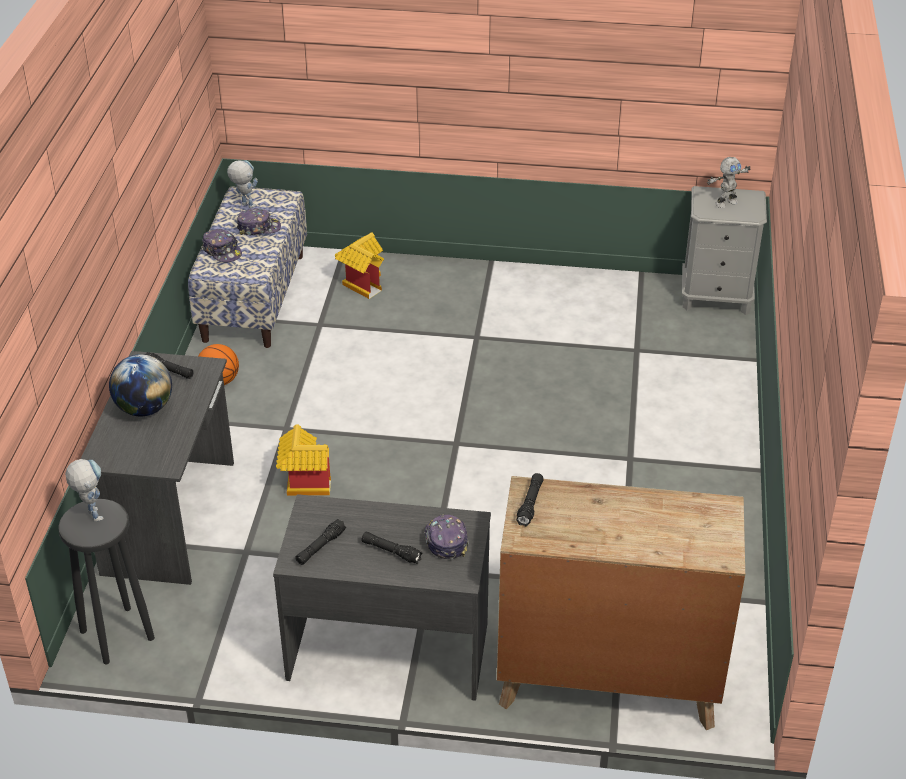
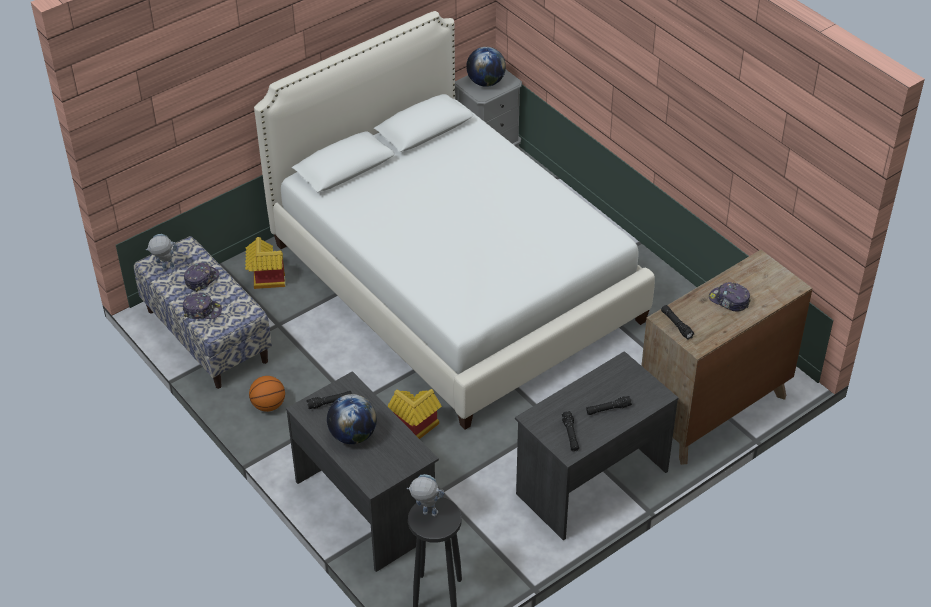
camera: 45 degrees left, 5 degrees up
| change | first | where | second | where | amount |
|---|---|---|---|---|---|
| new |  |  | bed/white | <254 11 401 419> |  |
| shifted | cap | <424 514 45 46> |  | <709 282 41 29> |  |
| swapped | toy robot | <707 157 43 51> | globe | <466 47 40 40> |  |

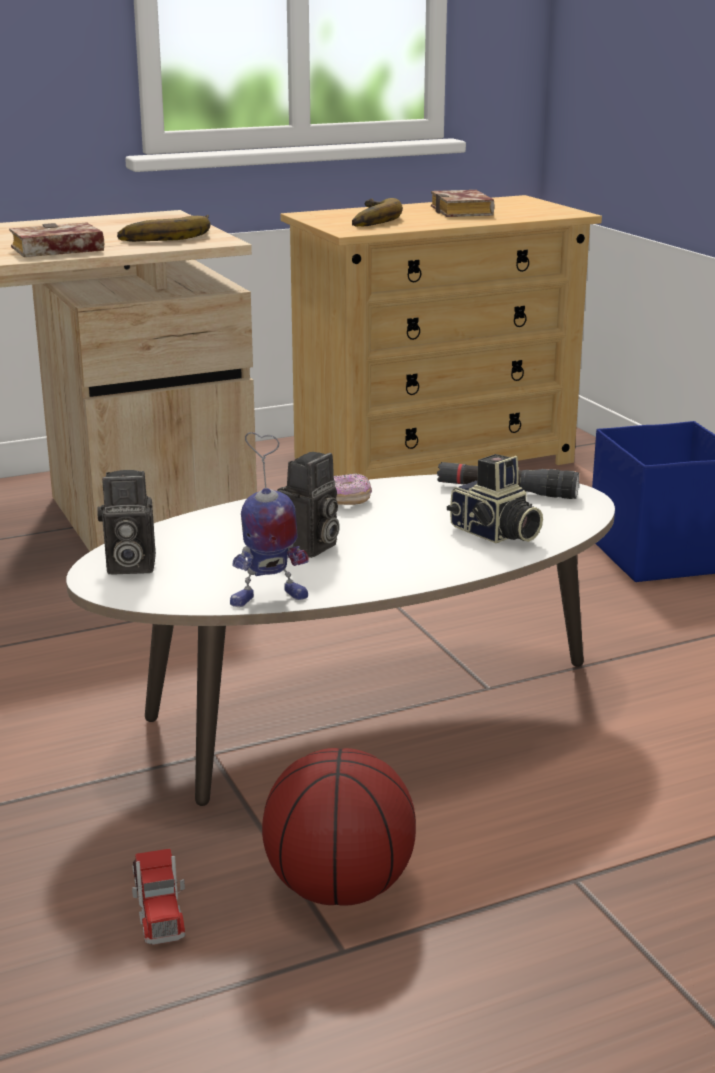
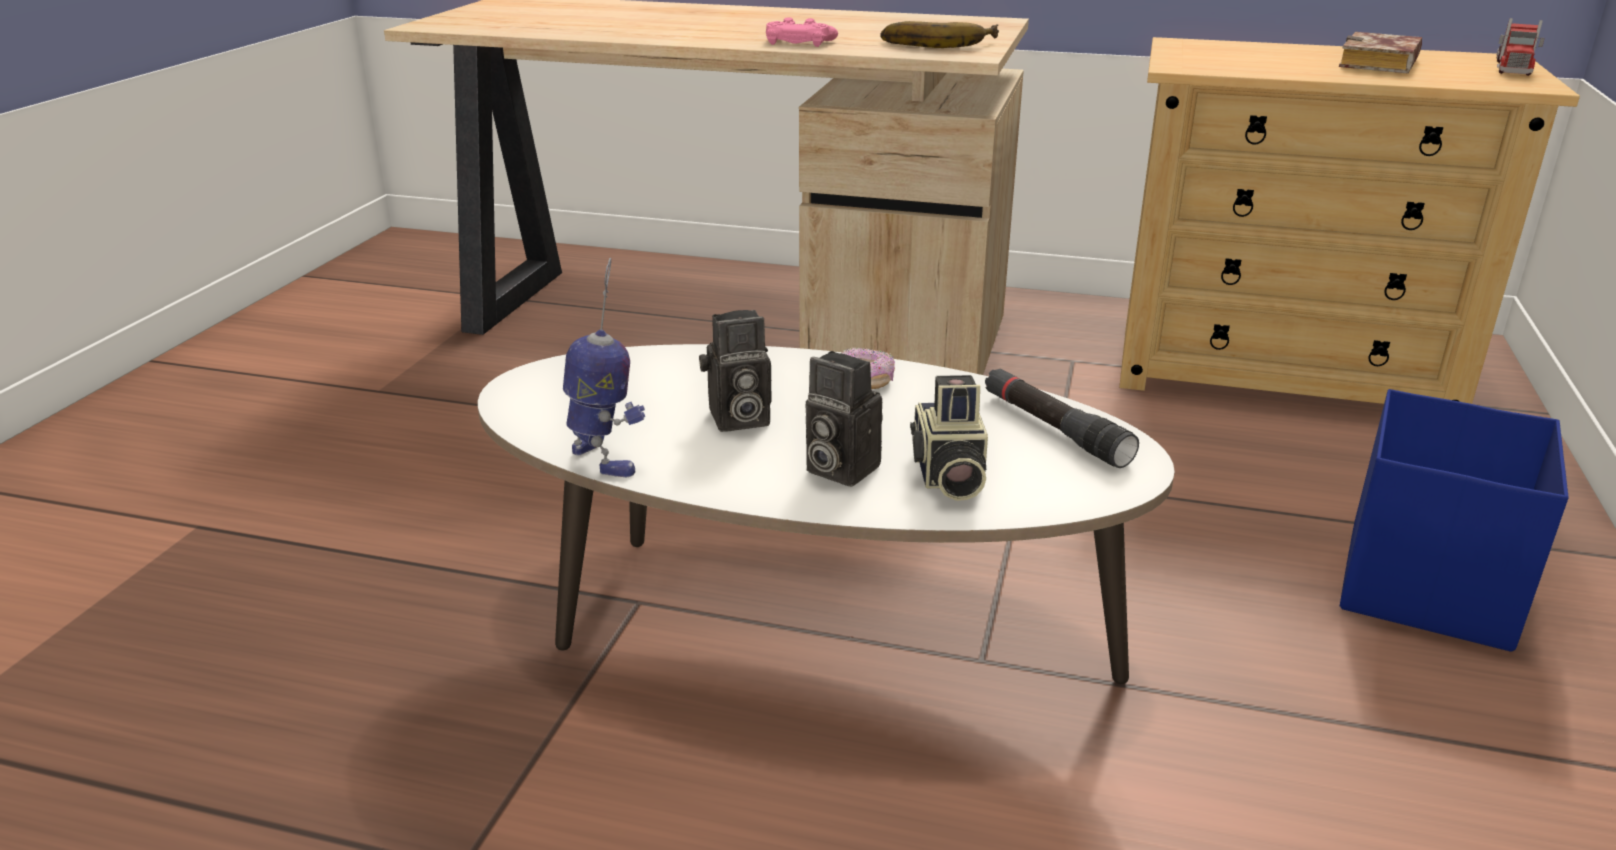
camera: 40 degrees right, 5 degrees up
| change | first | where | second | where | amount |
|---|---|---|---|---|---|
| gone | basketball | <262 748 154 158> |  |  |  |
| gone | banana | <352 198 51 28> |  |  |  |
| shifted | photo camera | <97 470 59 105> |  | <806 351 77 136> |  |
| shifted | toy truck | <132 849 53 96> |  | <1497 18 48 58> |  |
| swapped | book | <9 223 95 34> | game controller/pink | <766 17 72 30> |  |
| rotated | toy robot | <230 432 79 175> |  | <563 258 82 219> | 150 degrees counterclockwise |

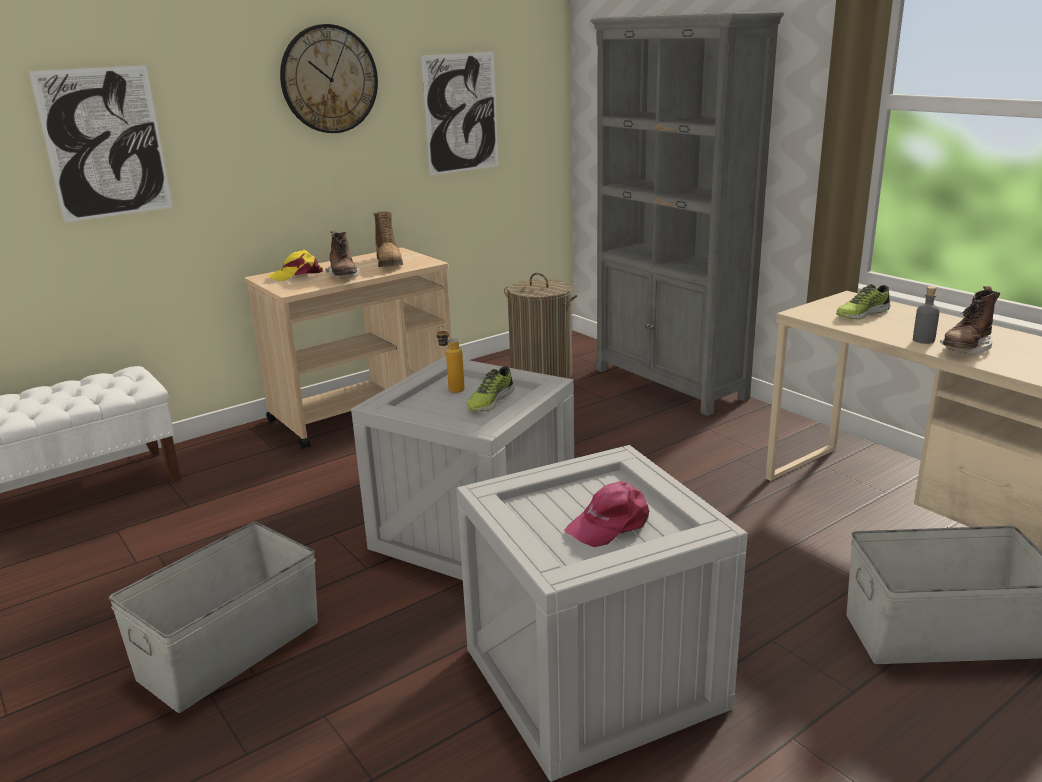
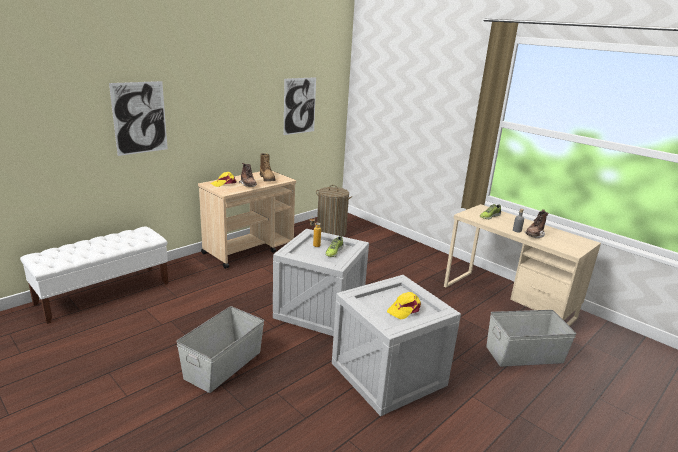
camera: 10 degrees left, 0 degrees up
| change | first | where | second | where | amount |
|---|---|---|---|---|---|
| gone | wall clock | <280 24 98 109> |  |  |  |
| gone | bookcase/grey | <591 11 193 405> |  |  |  |
| repainted | cap/pink | <564 481 85 66> | cap/yellow | <387 292 34 27> |  |

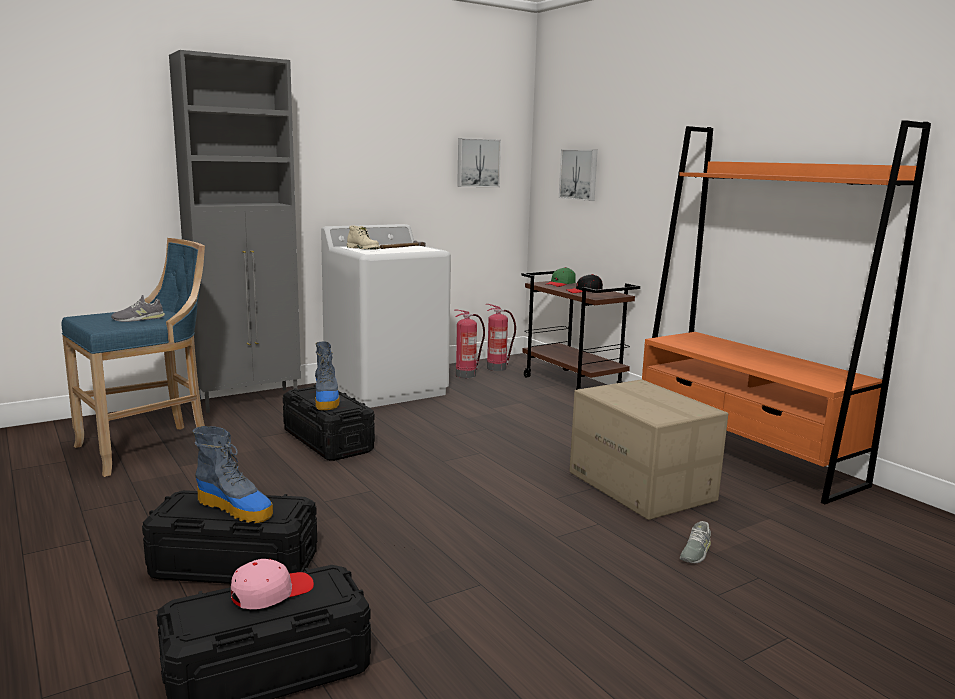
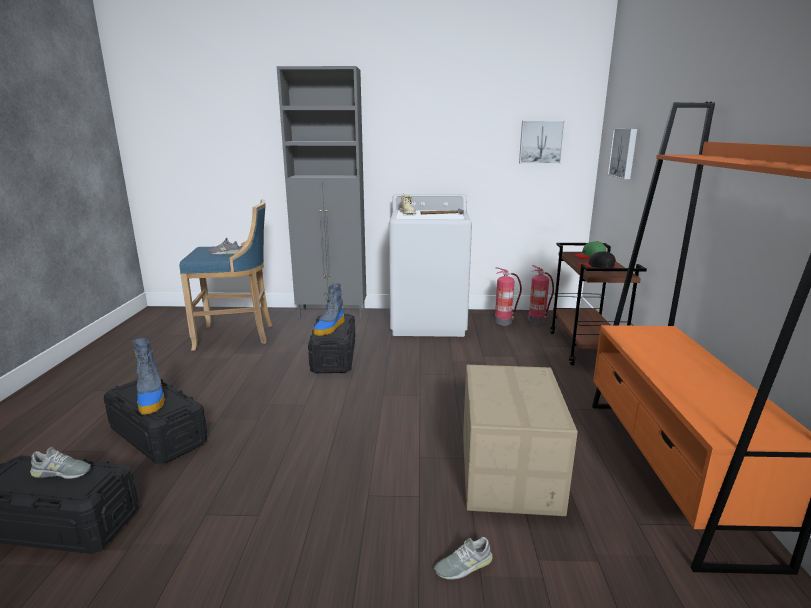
camera: 35 degrees right, 5 degrees up
| change | first | where | second | where | amount |
|---|---|---|---|---|---|
| swapped | cap/pink | <231 559 83 50> | shoe/grey | <30 447 61 32> |  |

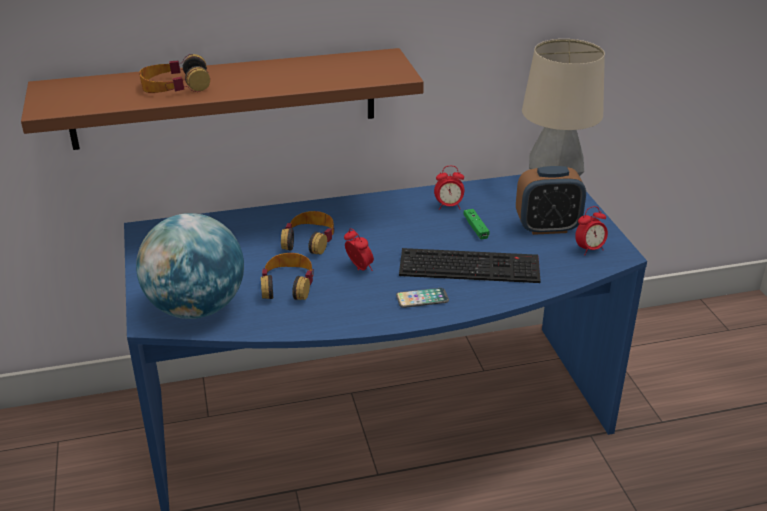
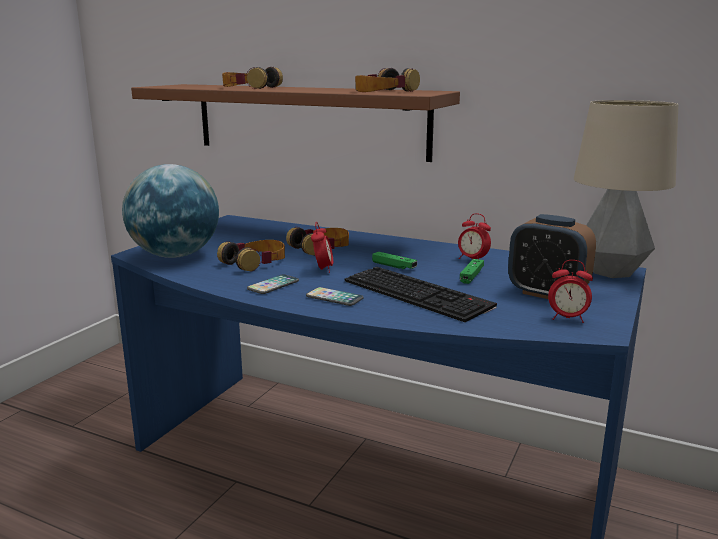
camera: 40 degrees right, 15 degrees down
| change | first | where | second | where | amount |
|---|---|---|---|---|---|
| new |  |  | phone | <247 274 52 20> |  |
| new |  |  | headphones | <355 68 65 24> |  |
| new |  |  | game controller/green | <372 252 45 17> |  |

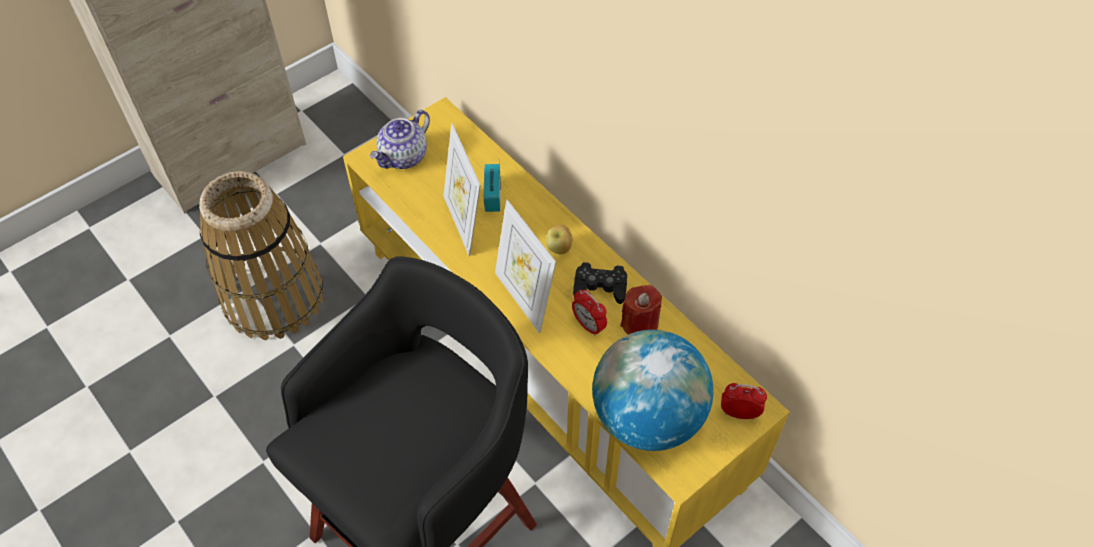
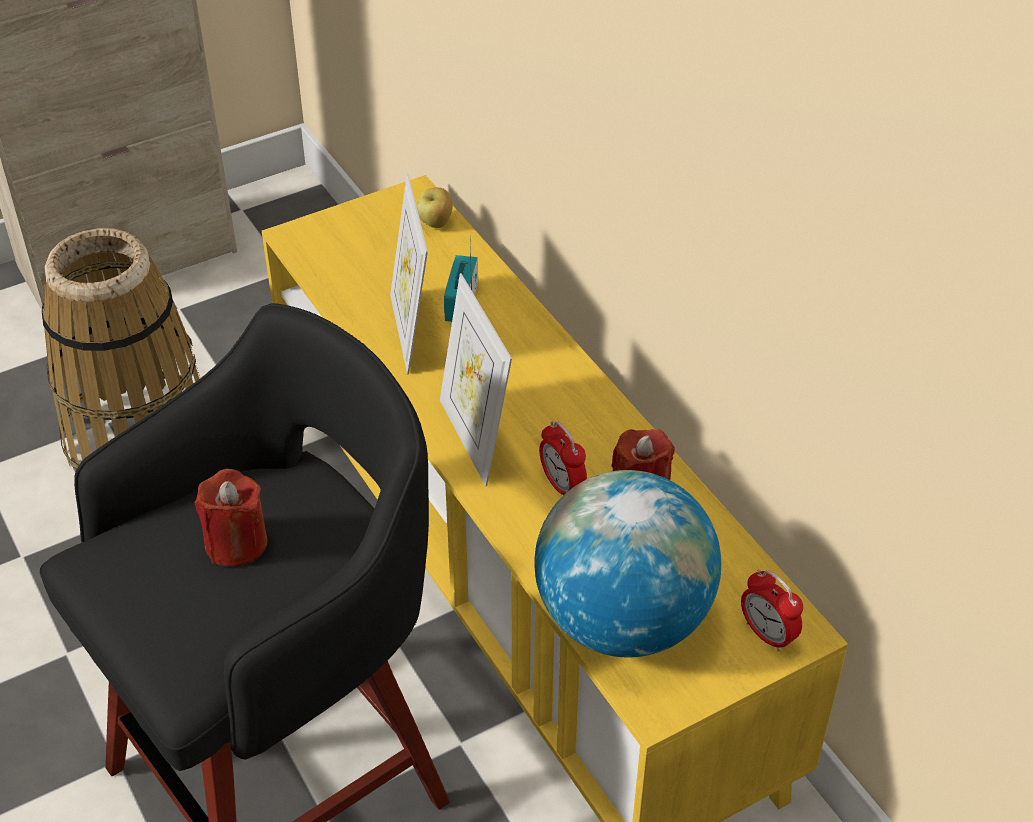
camera: 10 degrees right, 10 degrees down
| change | first | where | second | where | amount |
|---|---|---|---|---|---|
| gone | teapot | <370 110 60 59> |  |  |  |
| gone | game controller/black | <573 262 54 42> |  |  |  |
| new |  |  | candle/red | <195 469 73 98> |  |
| shifted | apple | <546 225 27 29> |  | <417 187 35 41> |  |
| rotated | alarm clock | <721 383 46 37> |  | <741 570 62 82> | 150 degrees counterclockwise |

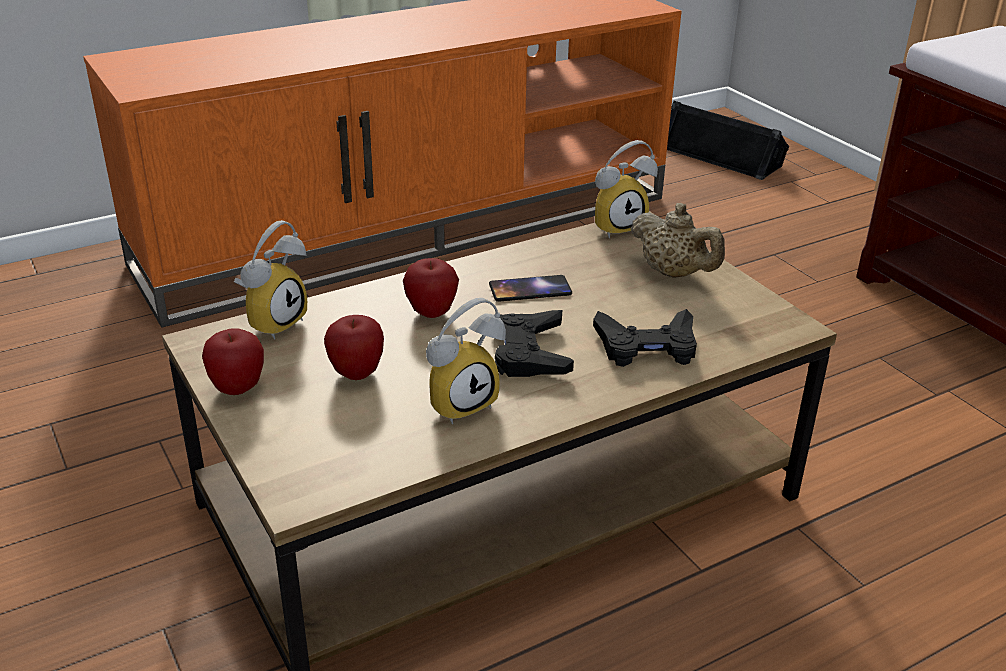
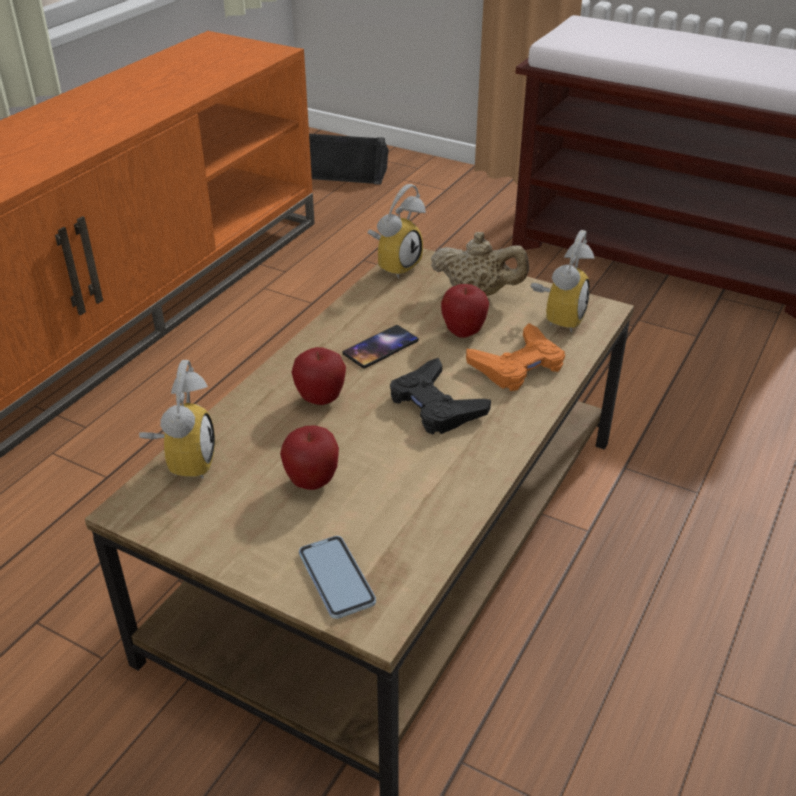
camera: 30 degrees left, 5 degrees up
| change | first | where | second | where | amount |
|---|---|---|---|---|---|
| new |  |  | phone | <299 536 77 83> |  |
| shifted | apple | <202 328 62 67> |  | <441 284 48 54> |  |
| shifted | alarm clock | <426 298 80 126> |  | <530 230 65 103> |  |
| repainted | game controller/black | <593 309 104 58> | game controller/orange | <466 323 99 68> |  |

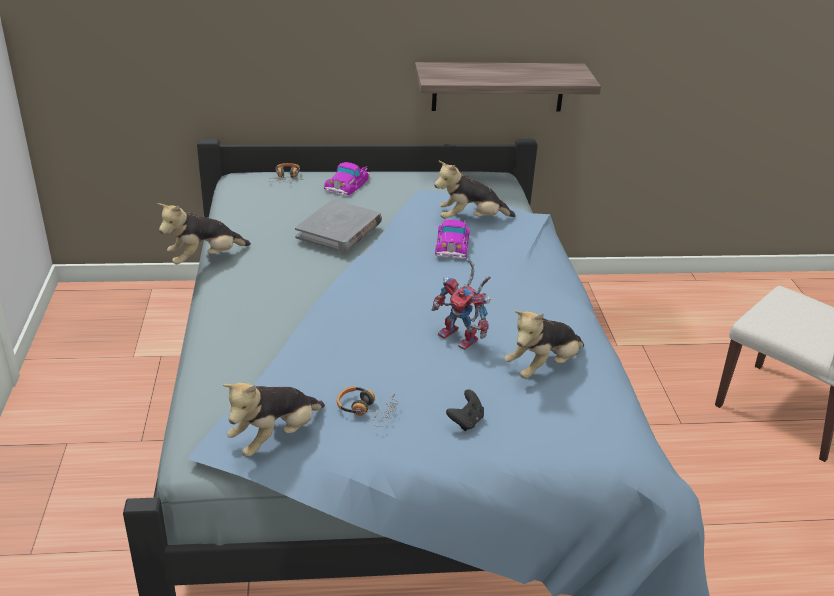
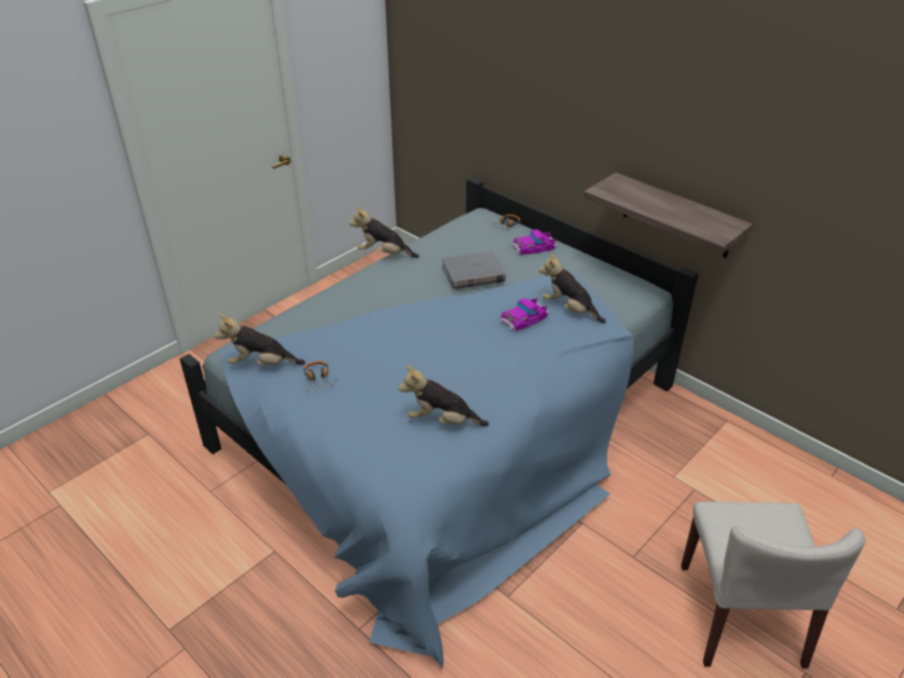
camera: 50 degrees right, 5 degrees up
| change | first | where | second | where | amount |
|---|---|---|---|---|---|
| gone | toy robot | <432 258 59 92> |  |  |  |
| gone | game controller/black | <446 390 38 41> |  |  |  |

